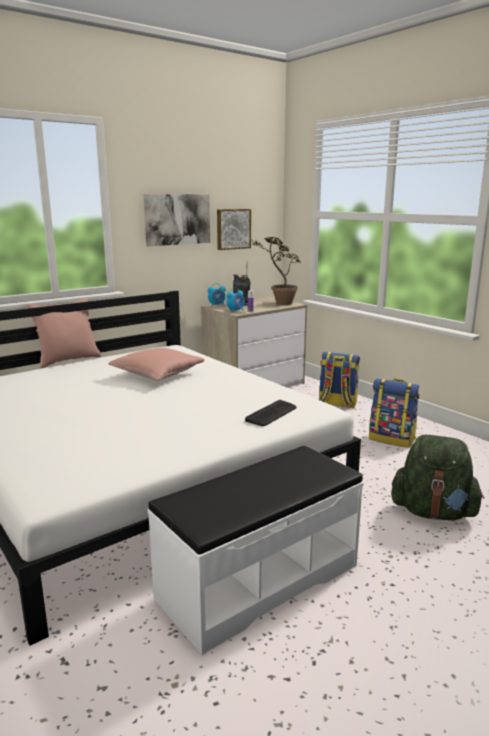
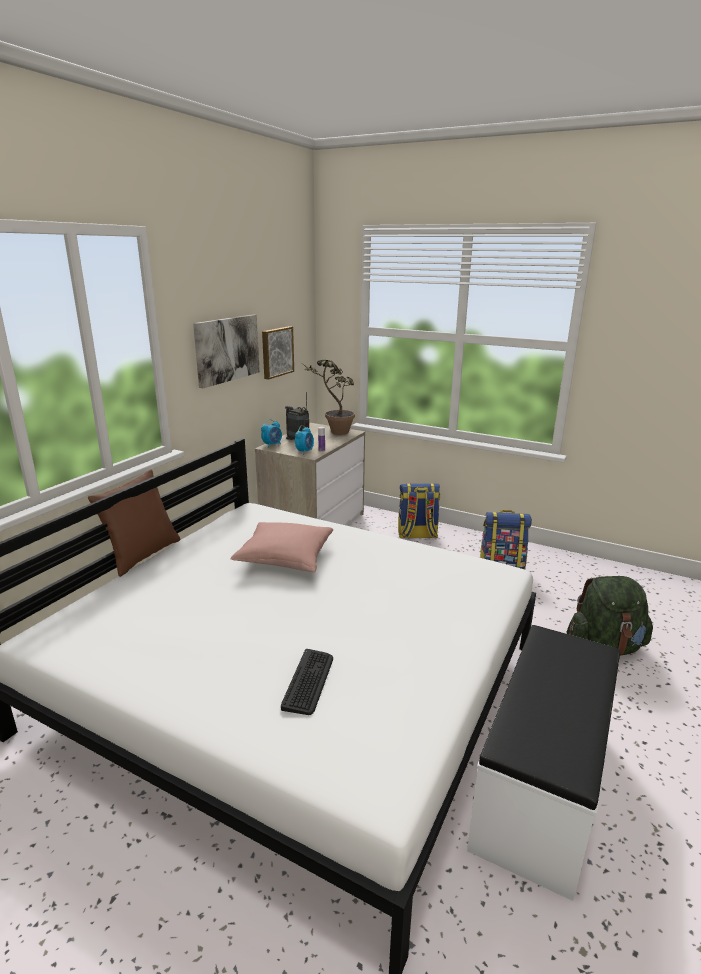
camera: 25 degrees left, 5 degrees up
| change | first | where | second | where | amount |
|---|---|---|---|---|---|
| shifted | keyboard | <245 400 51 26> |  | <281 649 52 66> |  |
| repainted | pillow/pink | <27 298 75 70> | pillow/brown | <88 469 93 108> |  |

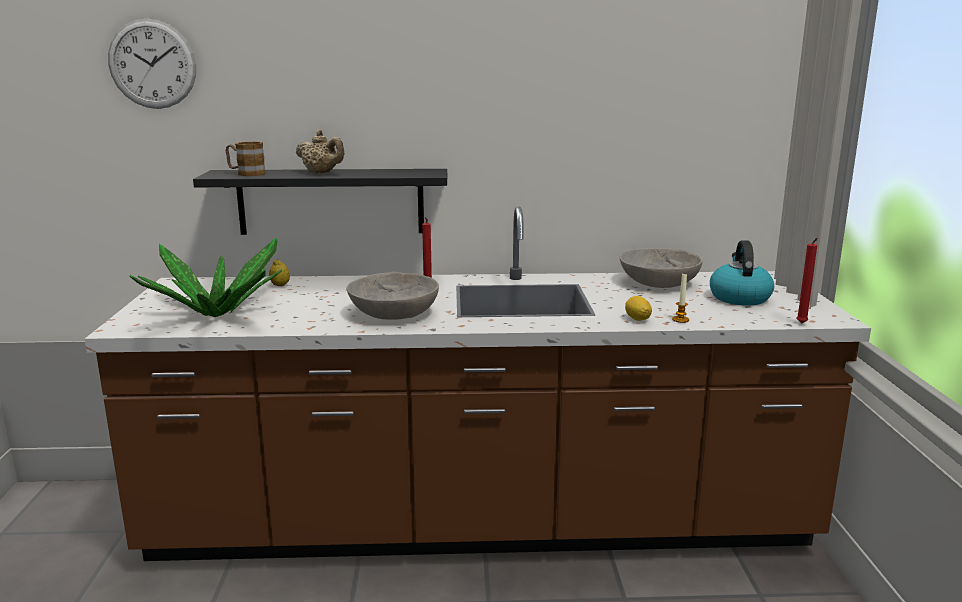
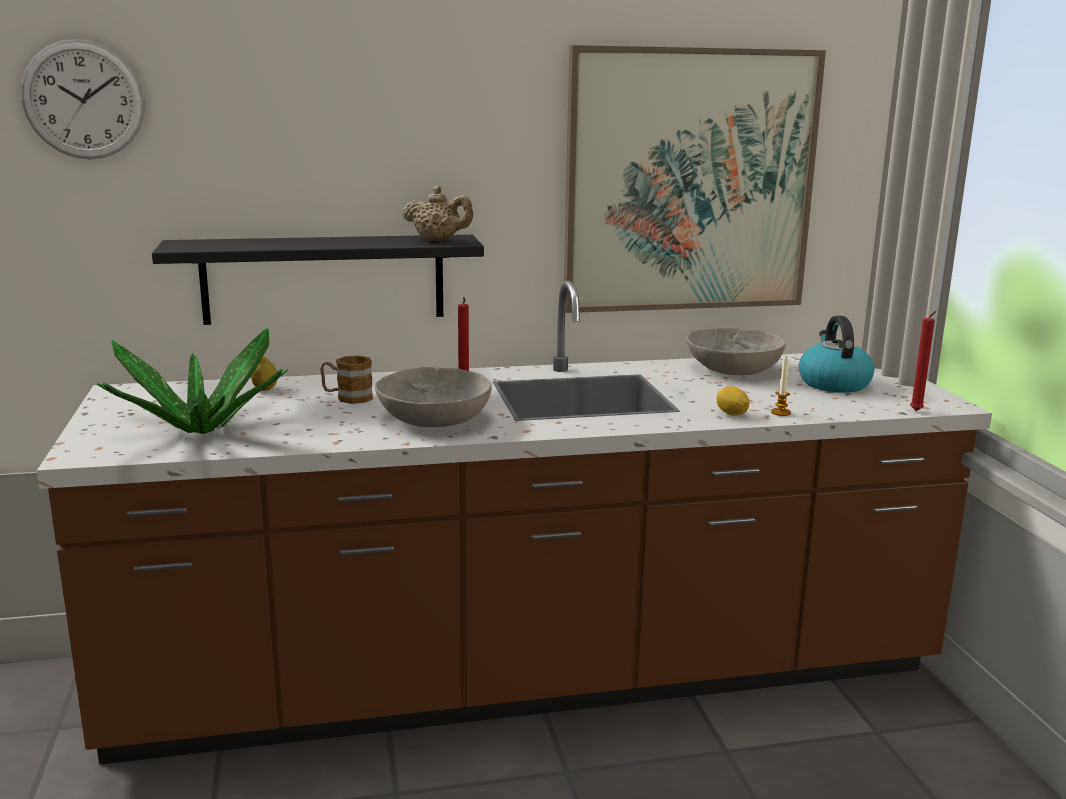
camera: 10 degrees left, 0 degrees up
| change | first | where | second | where | amount |
|---|---|---|---|---|---|
| new |  |  | picture | <564 45 262 268> |  |
| shifted | mug | <226 142 40 34> |  | <320 355 53 49> |  |
| shifted | teapot/beige | <296 130 48 43> |  | <402 186 71 55> |  |

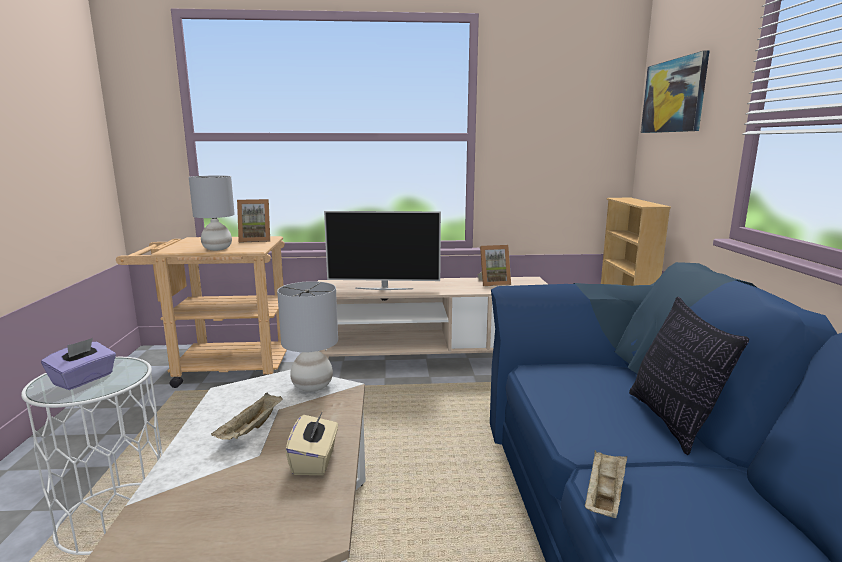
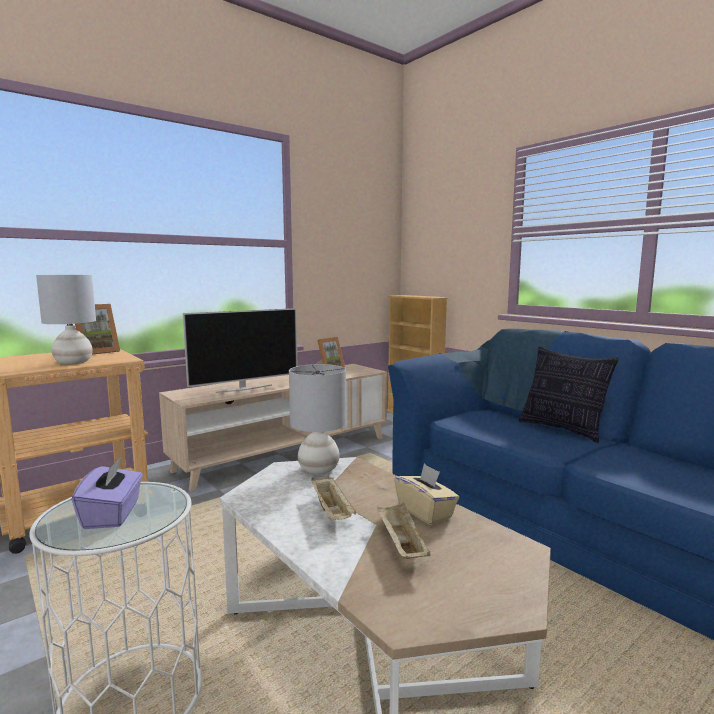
camera: 35 degrees left, 5 degrees down
| change | first | where | second | where | amount |
|---|---|---|---|---|---|
| gone | picture | <641 50 68 83> |  |  |  |
| shifted | tray/beige | <585 450 42 68> |  | <377 502 54 57> |  |

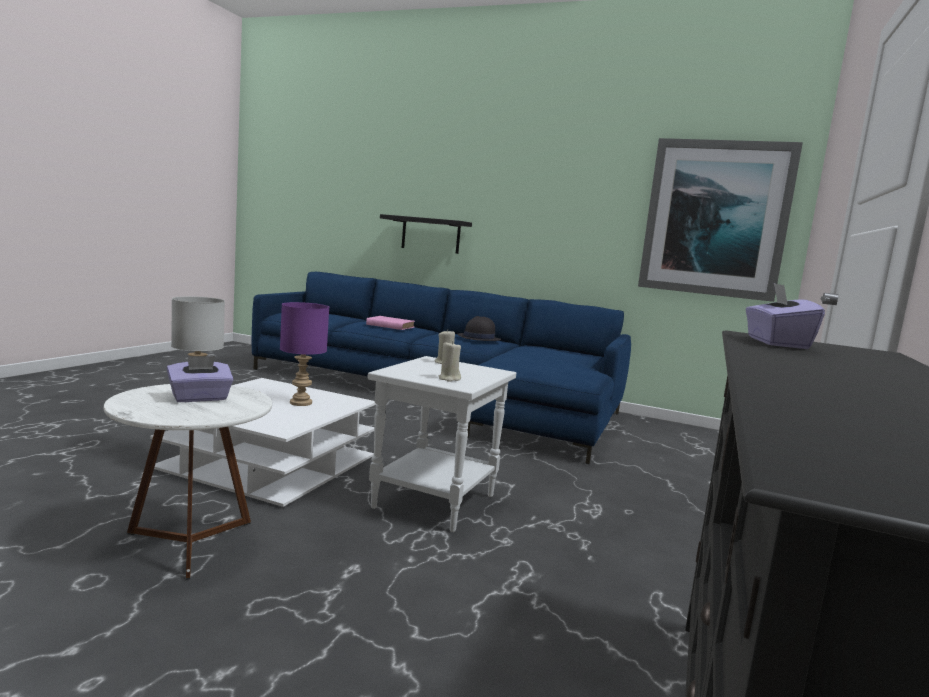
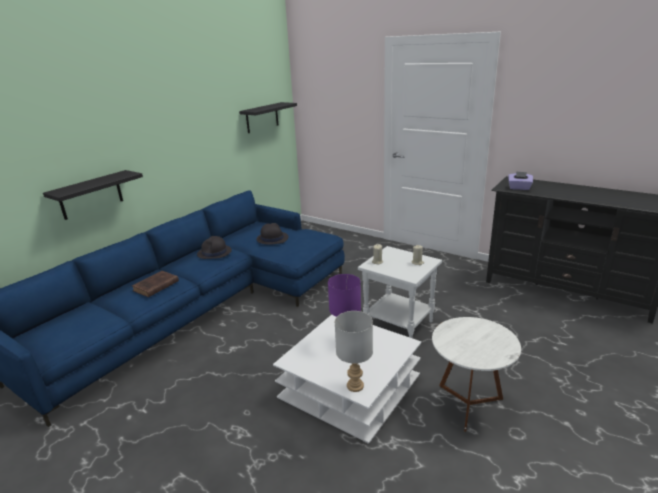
camera: 75 degrees left, 15 degrees up
| change | first | where | second | where | amount |
|---|---|---|---|---|---|
| gone | tissue box/purple | <167 356 67 46> |  |  |  |
| new |  |  | hat/black | <256 223 33 22> |  |
| swapped | picture | <638 138 165 164> | shelf/black | <239 102 58 31> |  |
| repainted | book/pink | <366 316 49 14> | book/brown | <132 271 47 26> |  |

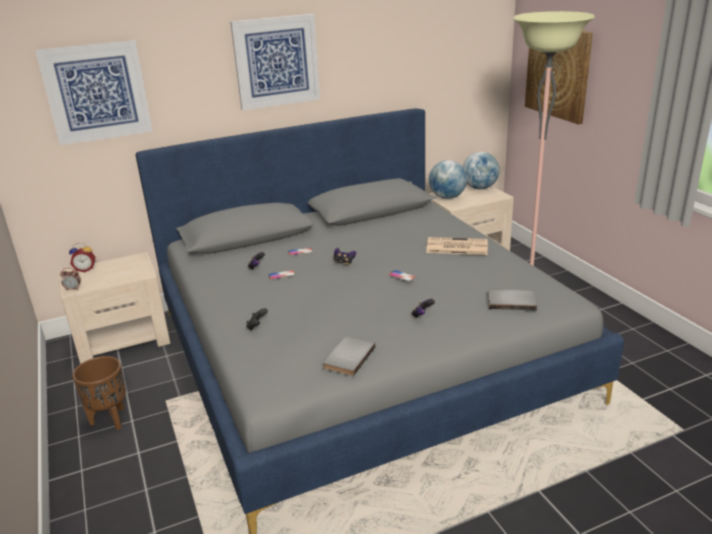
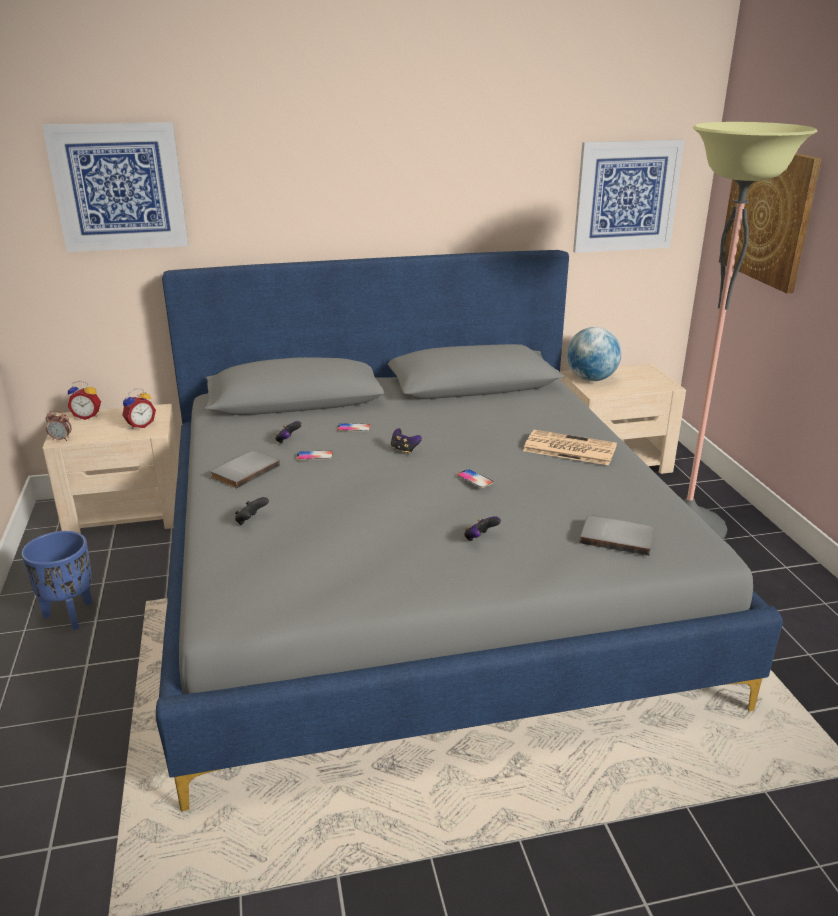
camera: 10 degrees right, 0 degrees up
| change | first | where | second | where | amount |
|---|---|---|---|---|---|
| gone | globe | <463 152 37 37> |  |  |  |
| new |  |  | alarm clock | <122 389 34 40> |  |
| shifted | picture | <230 14 90 96> |  | <573 140 112 113> |  |
| shifted | book/grey | <323 336 53 40> |  | <210 450 70 39> |  |
| repainted | planter/brown | <72 356 54 74> | planter/blue | <21 531 71 99> |  |

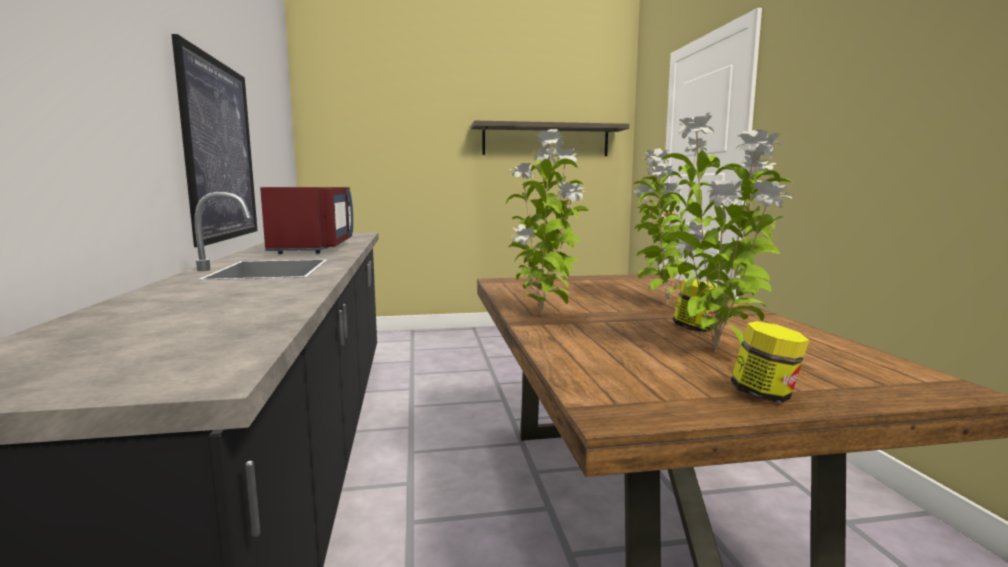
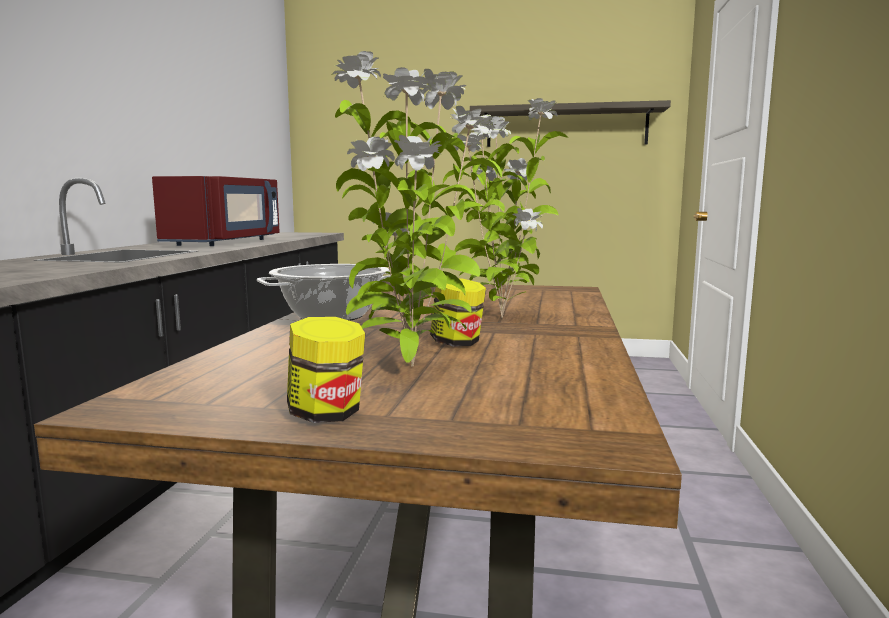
camera: 20 degrees right, 0 degrees up
| change | first | where | second | where | amount |
|---|---|---|---|---|---|
| gone | picture | <172 34 86 213> |  |  |  |
| swapped | potted plant | <506 129 83 186> | cooking pot | <257 264 134 57> |  |

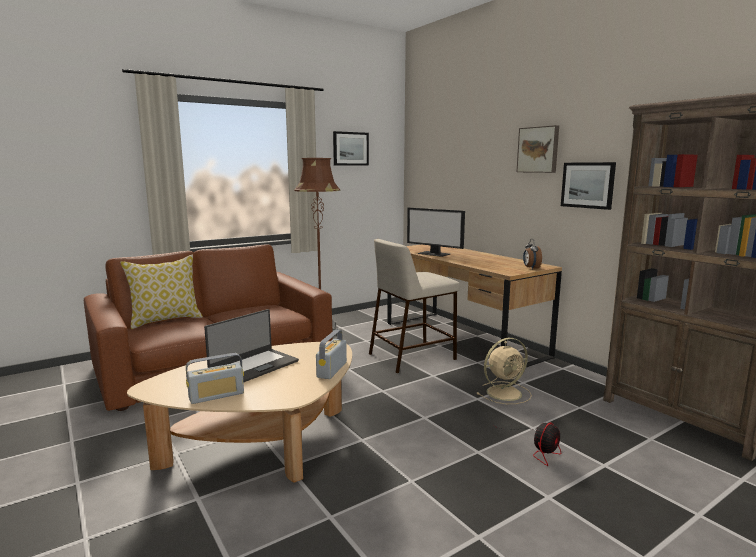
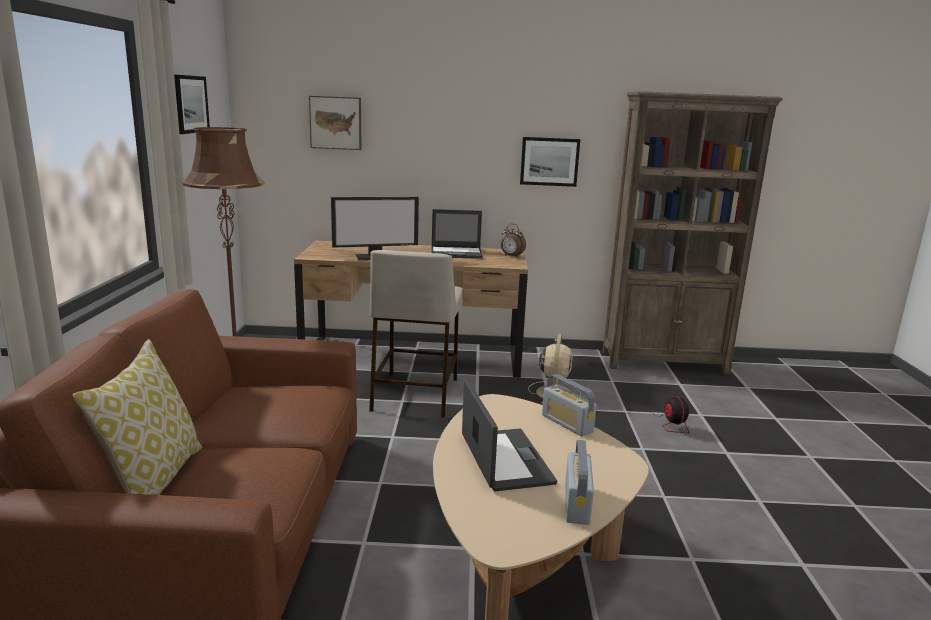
camera: 55 degrees left, 5 degrees up
| change | first | where | second | where | amount |
|---|---|---|---|---|---|
| new |  |  | laptop | <431 209 52 50> |  |
| shifted | picture | <516 125 43 48> |  | <309 96 52 54> |  |

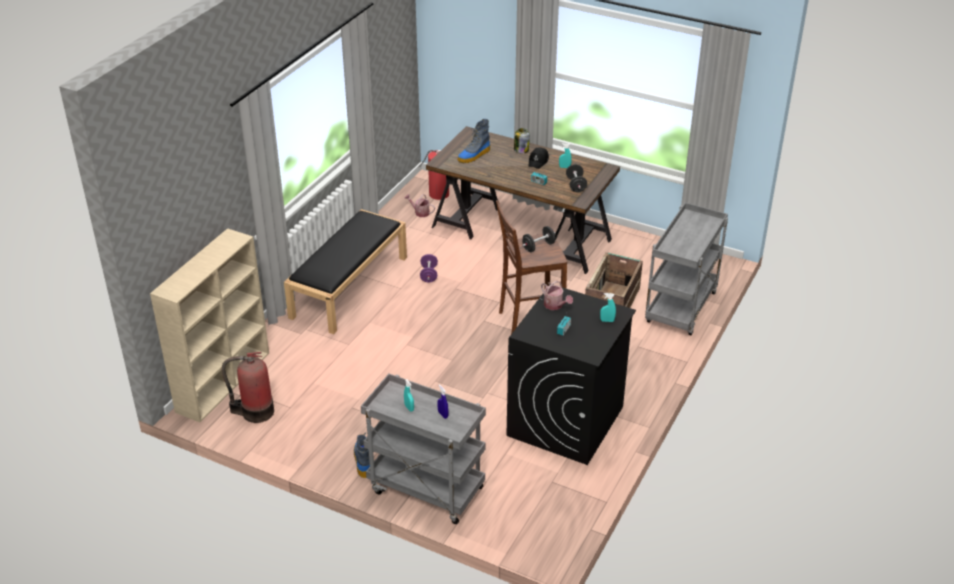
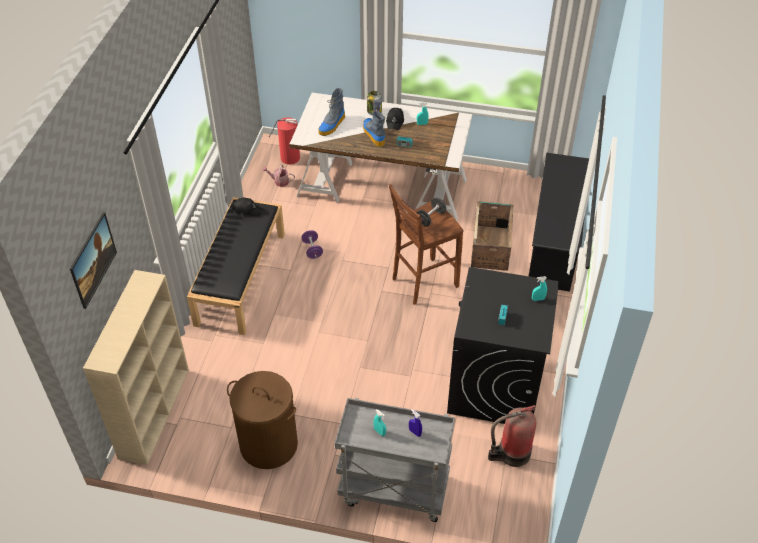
camera: 15 degrees left, 10 degrees up
| change | first | where | second | where | amount |
|---|---|---|---|---|---|
| gone | watering can | <541 281 32 29> |  |  |  |
| gone | dumbbell/black | <566 164 21 28> |  |  |  |
| new |  |  | picture | <70 212 47 97> |  |
| new |  |  | laundry basket/brown | <227 371 71 98> |  |
| new |  |  | cap/black | <232 198 31 18> |  |
| shifted | fire extinguisher | <222 352 52 71> |  | <488 405 48 62> |  |
| shifted | boot | <354 432 16 46> |  | <363 110 23 37> |  |
| swapped | cart/grey | <645 203 83 132> | shoe rack/black | <529 153 60 139> |  |
| repainted | desk/brown | <426 126 194 148> | desk/white | <290 93 182 128> |  |

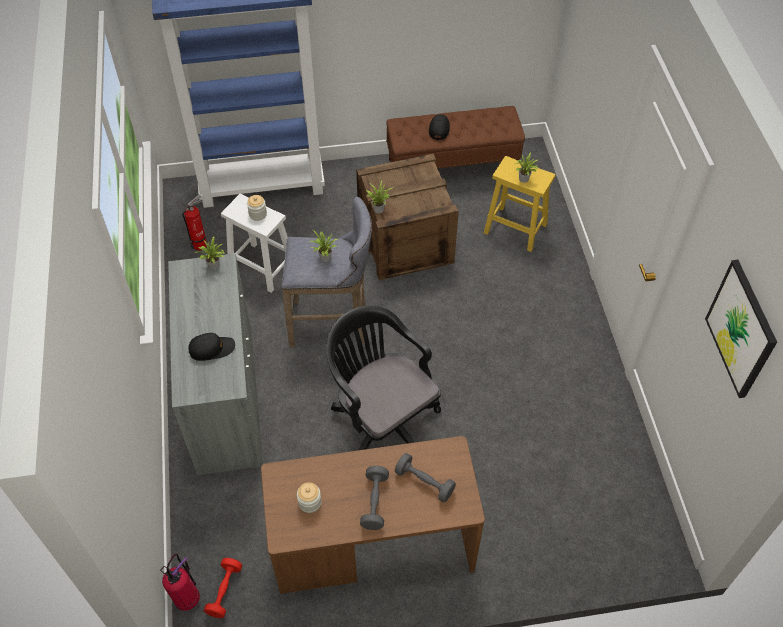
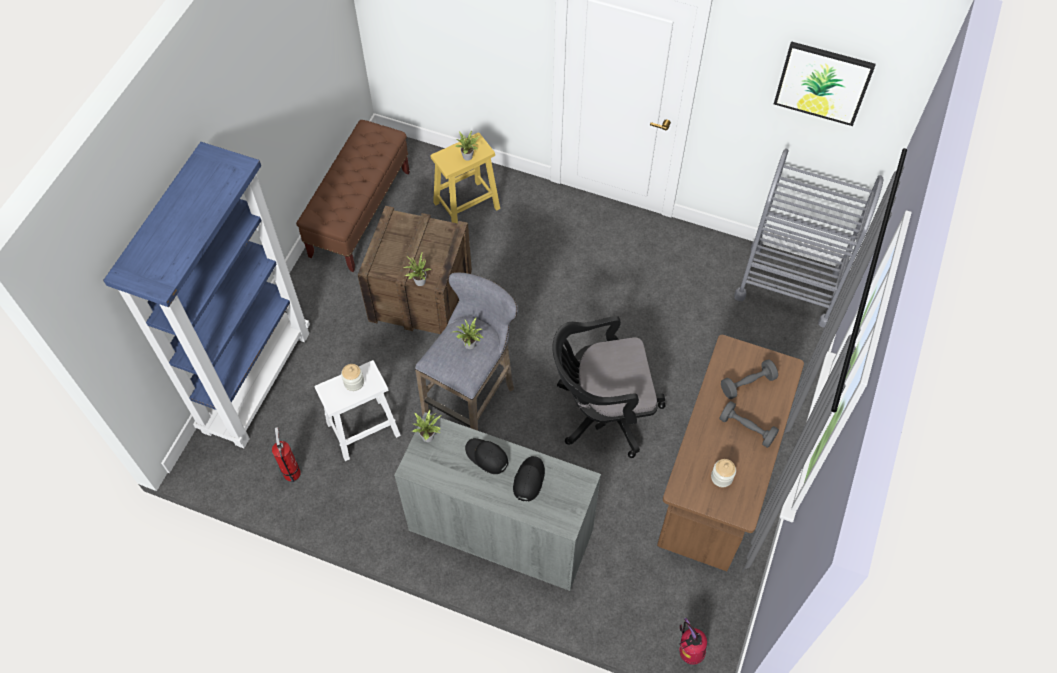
camera: 60 degrees left, 5 degrees up
| change | first | where | second | where | amount |
|---|---|---|---|---|---|
| gone | dumbbell/red | <204 558 38 60> |  |  |  |
| new |  |  | cart/grey | <734 149 149 179> |  |
| shifted | cap/black | <429 114 21 26> |  | <465 438 43 36> |  |

